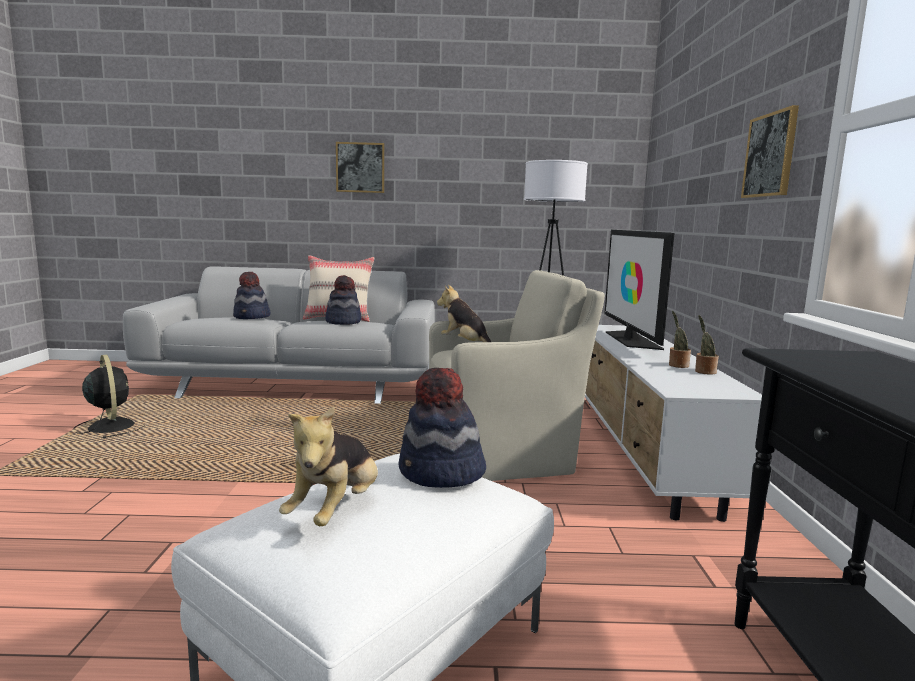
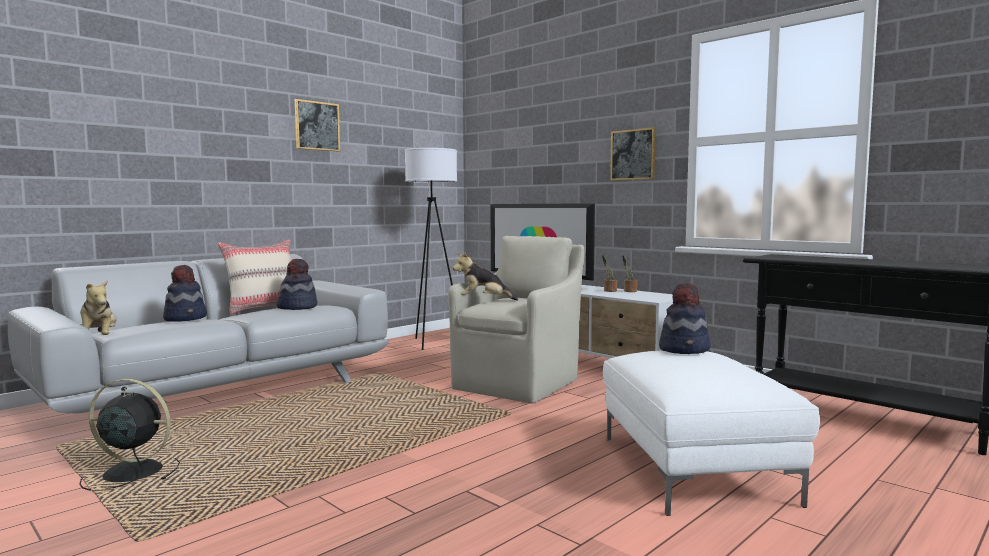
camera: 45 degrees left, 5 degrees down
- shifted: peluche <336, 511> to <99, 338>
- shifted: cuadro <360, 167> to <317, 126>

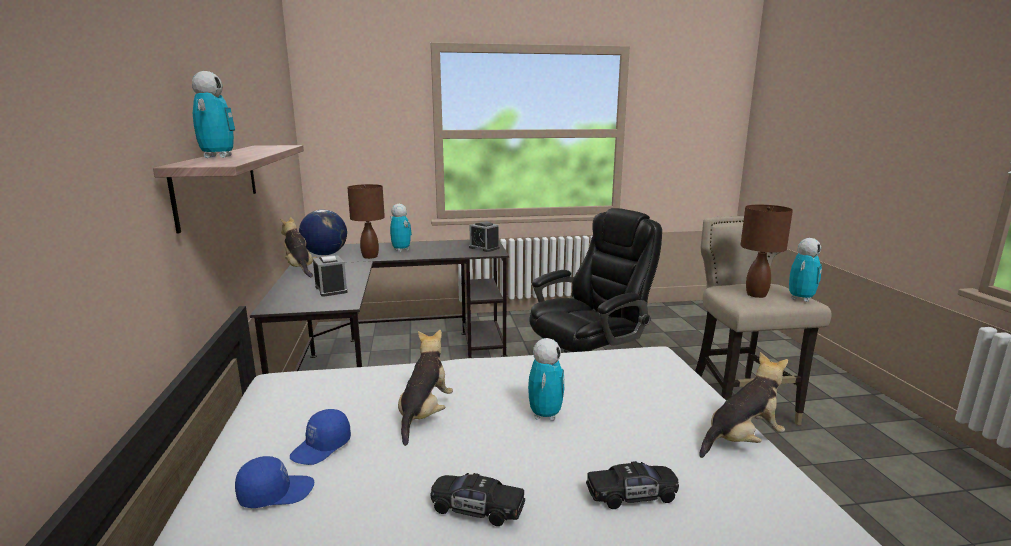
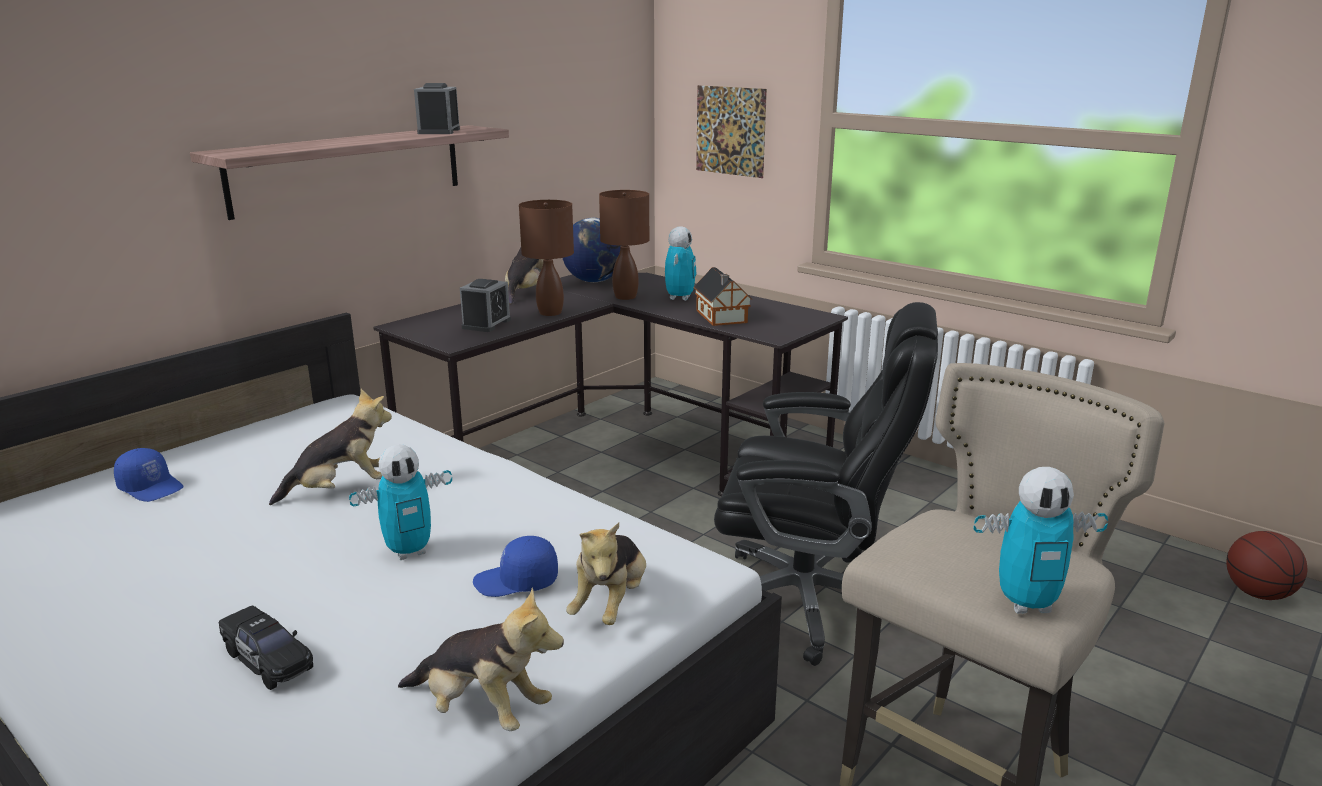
camera: 50 degrees right, 5 degrees up
- gone: robot de juguete <218, 157>
- shifted: gorra/azul <322, 447> to <516, 582>
- gone: coche de juguete/negro <476, 509>
- shifted: despertador <484, 248> to <439, 131>
- shifted: lámpara de mesa/marrón <755, 294> to <550, 312>
- new: peluche <610, 604>
- new: casita <721, 317>
- new: cuadro <730, 131>
- new: balón de baloncesto <1258, 594>

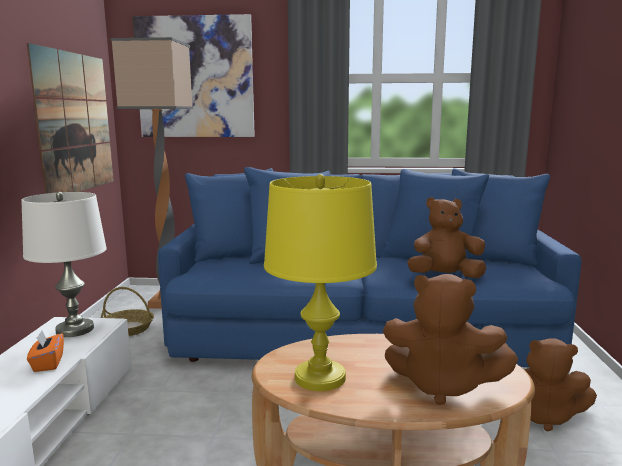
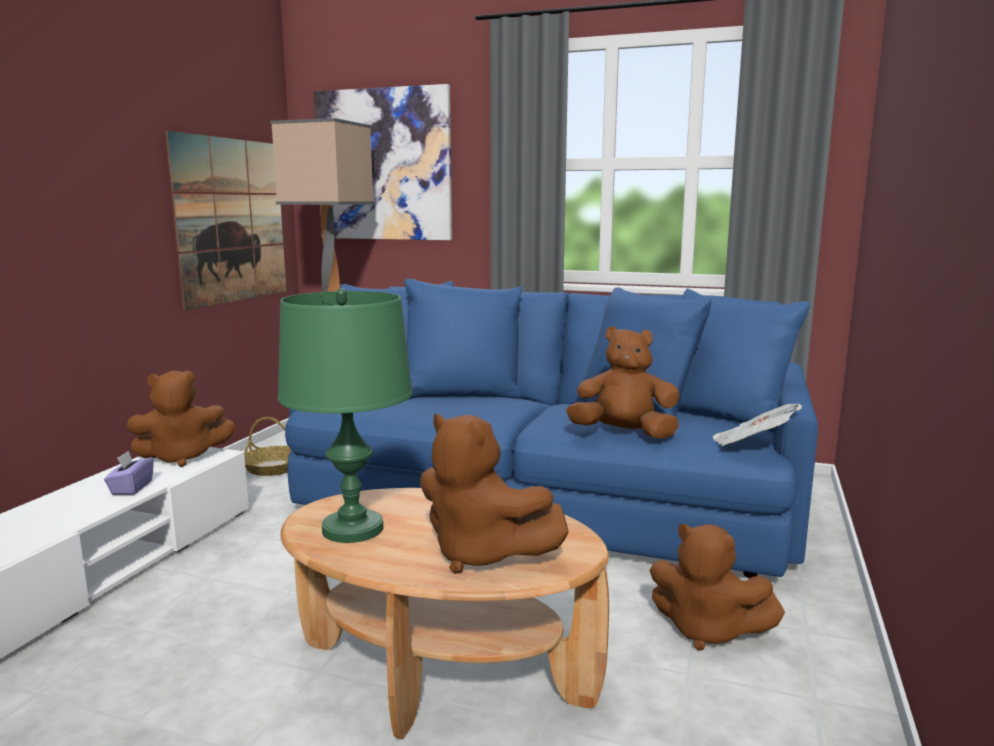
camera: 15 degrees right, 0 degrees up
- swapped: lámpara de mesa/blanco <75, 330> to peluche/marrón <182, 457>
- repainted: caja de pañuelos/naranja <47, 363> to caja de pañuelos/morado <131, 488>
- repainted: lámpara de mesa/amarillo <320, 378> to lámpara de mesa/verde <352, 529>
- new: periódico <752, 445>

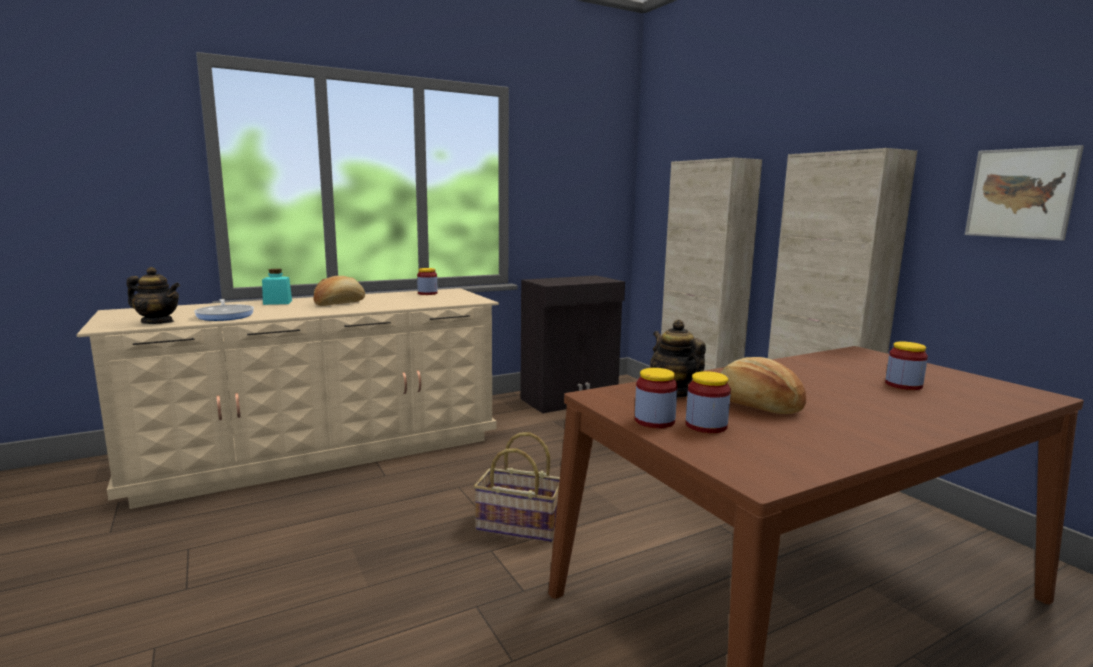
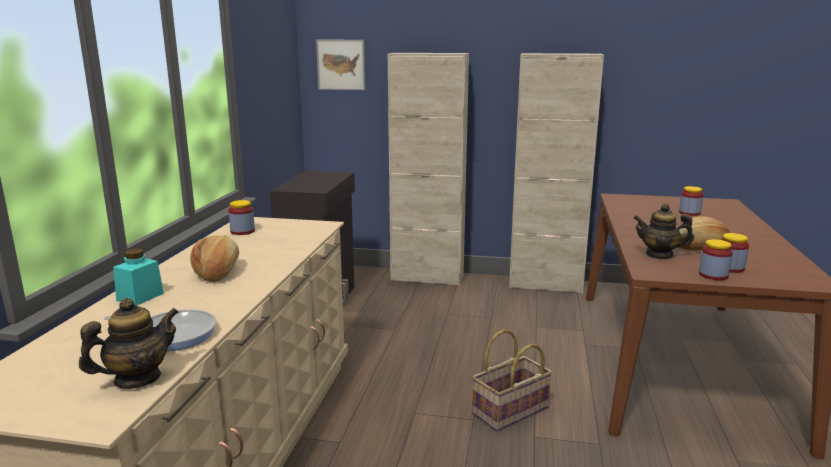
camera: 50 degrees left, 5 degrees up
- shifted: cuadro <1020, 193> to <341, 64>

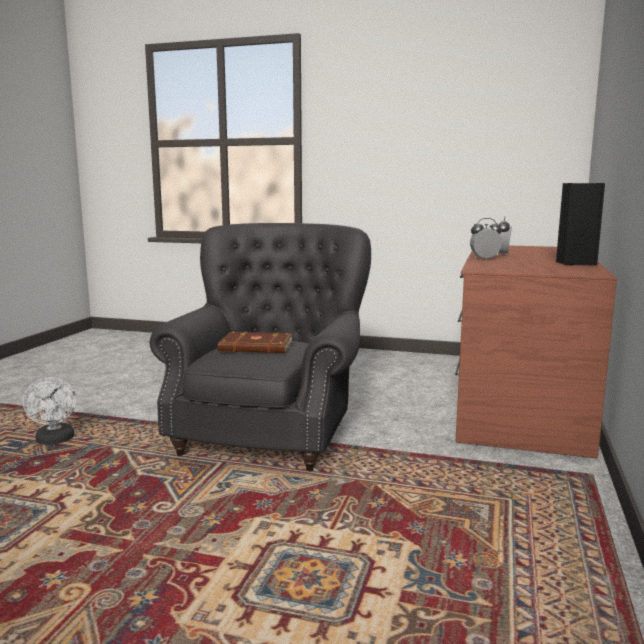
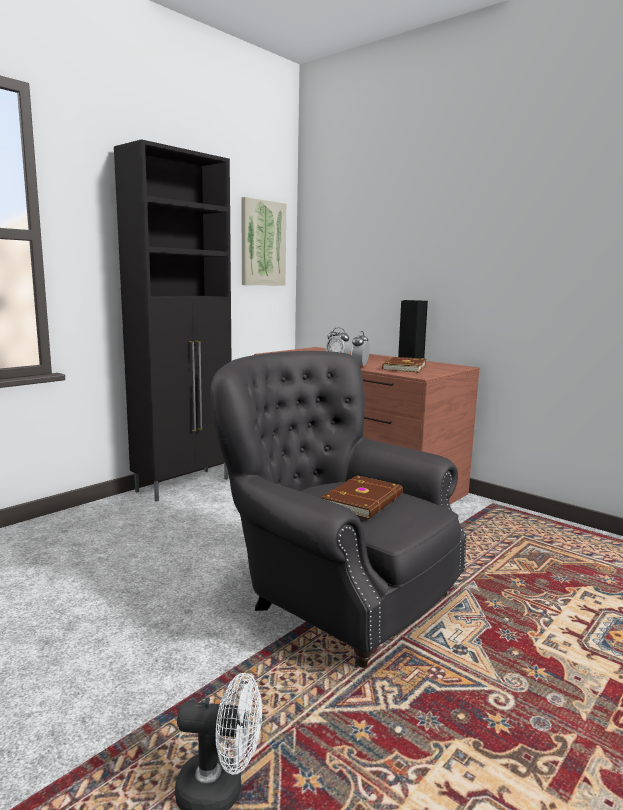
camera: 65 degrees left, 0 degrees up
- new: armario/negro <185, 485>
- new: cuadro <262, 243>
- new: libro/marrón <403, 367>

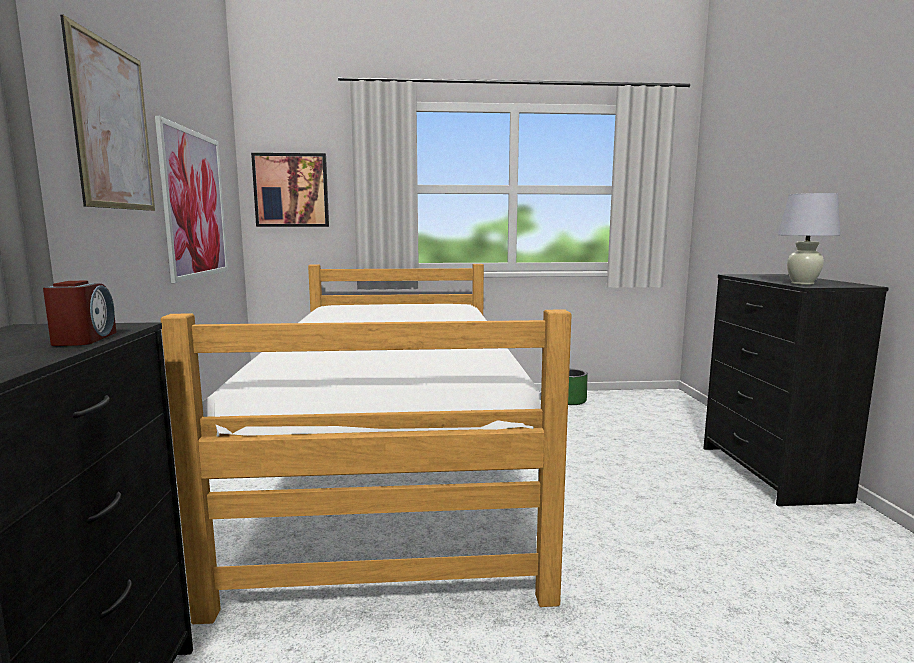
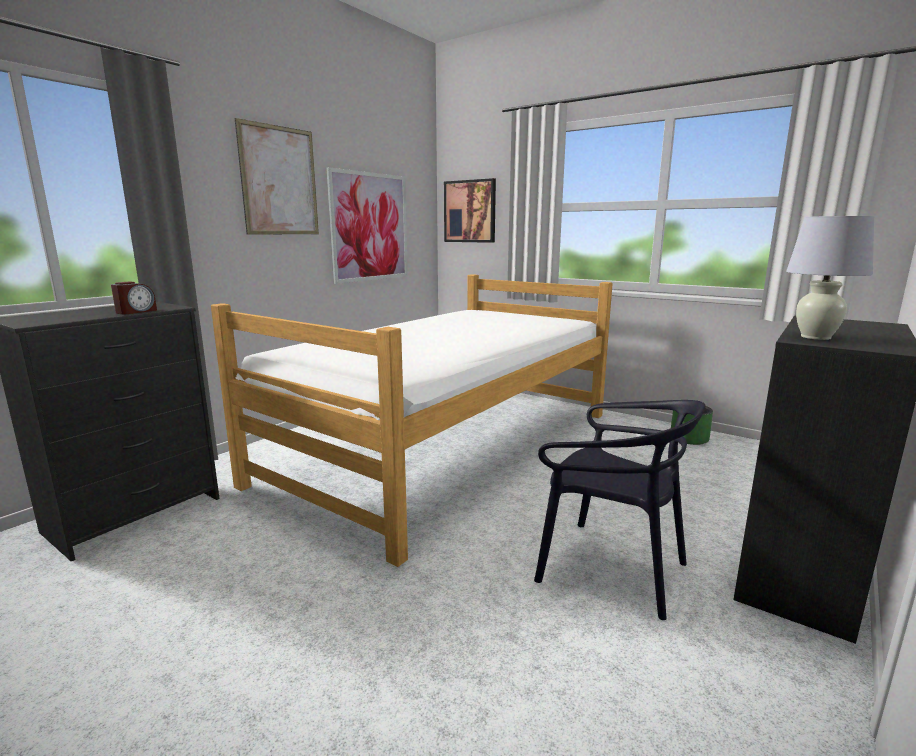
camera: 40 degrees right, 5 degrees up
- new: silla/negro <611, 568>

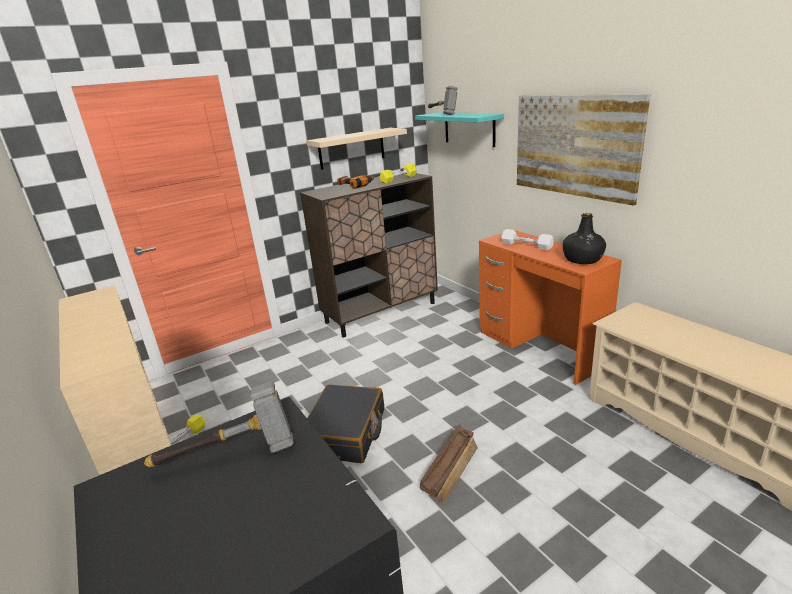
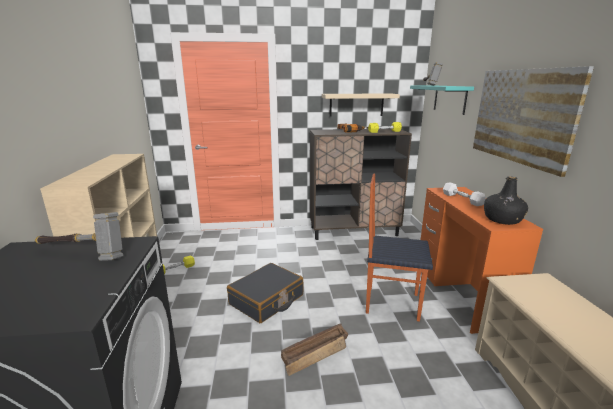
camera: 25 degrees right, 5 degrees down
- new: silla <391, 303>

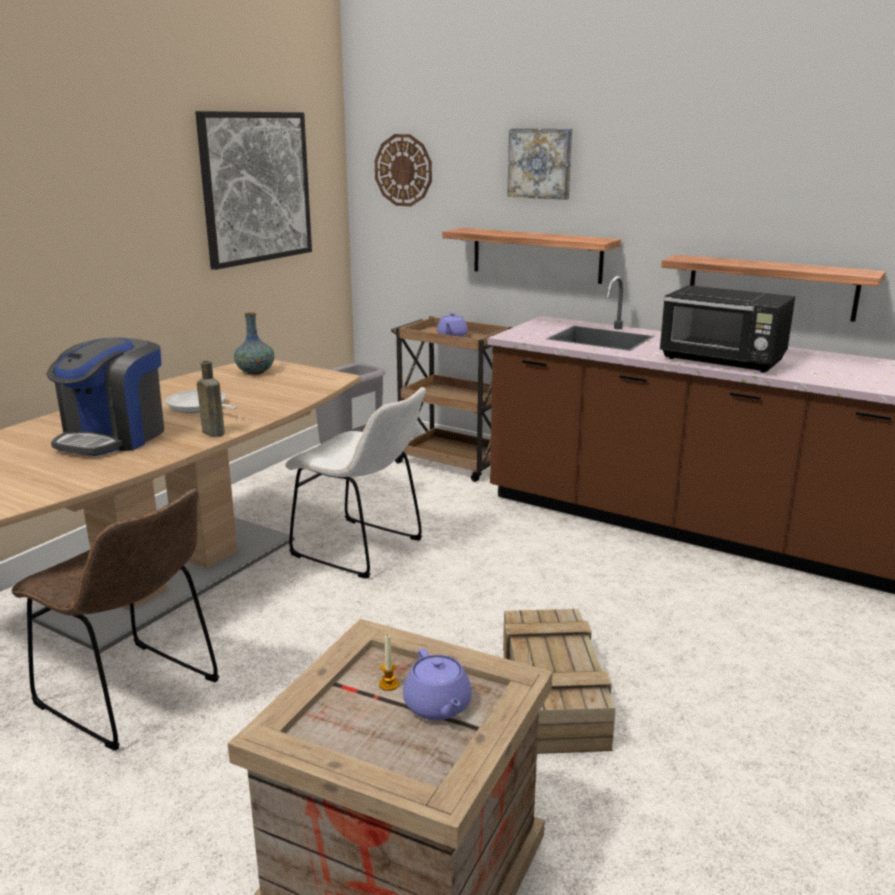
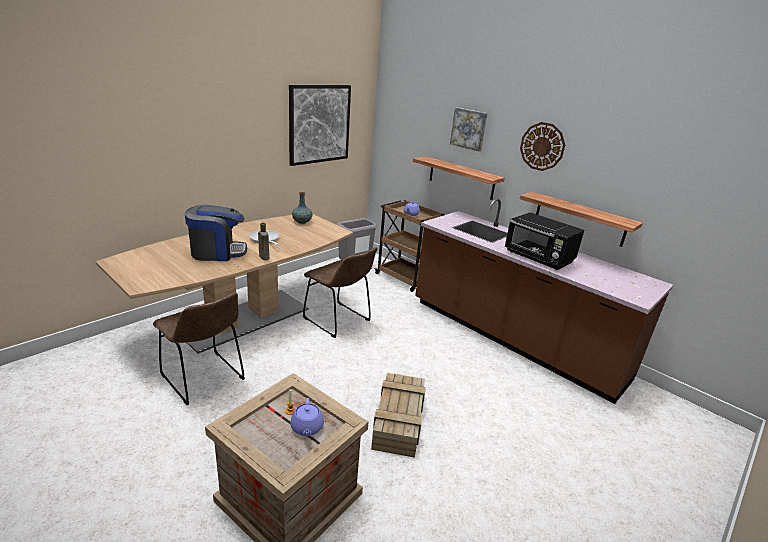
camera: 10 degrees right, 5 degrees up
- rotated: cafetera <114, 437> = <217, 252> 135 degrees counterclockwise
- repainted: silla/blanco <363, 549> to silla/marrón <339, 321>
- shifted: reloj de pared <403, 170> to <542, 146>

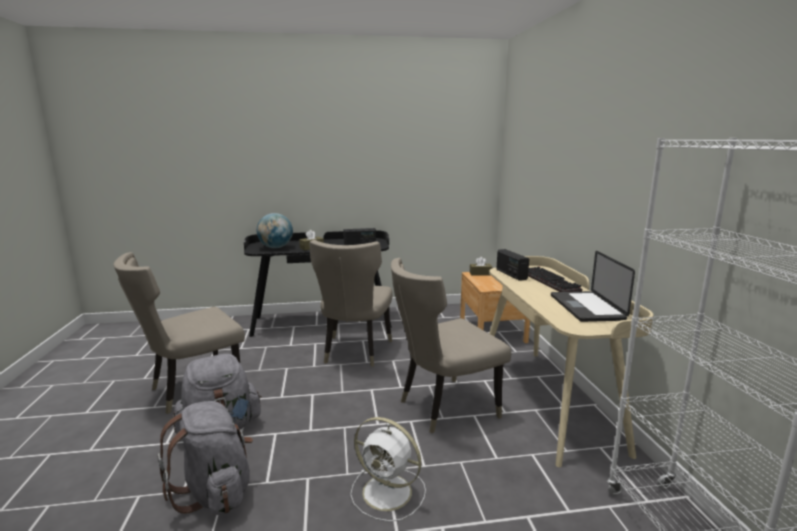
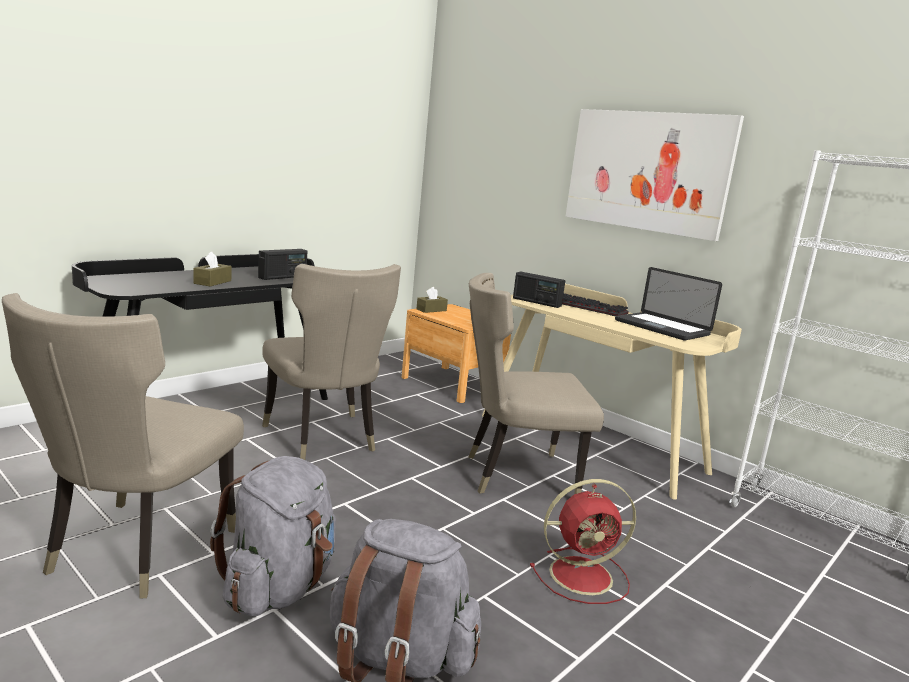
camera: 40 degrees left, 0 degrees up
- gone: globo terráqueo <276, 247>
- repainted: ventilador/blanco <389, 493> to ventilador/rojo <583, 575>
- rotated: silla/beis <443, 407> = <515, 475> 60 degrees clockwise
- new: cuadro <647, 171>

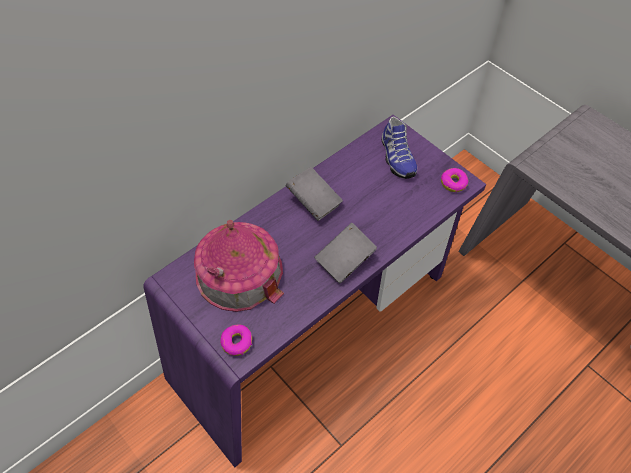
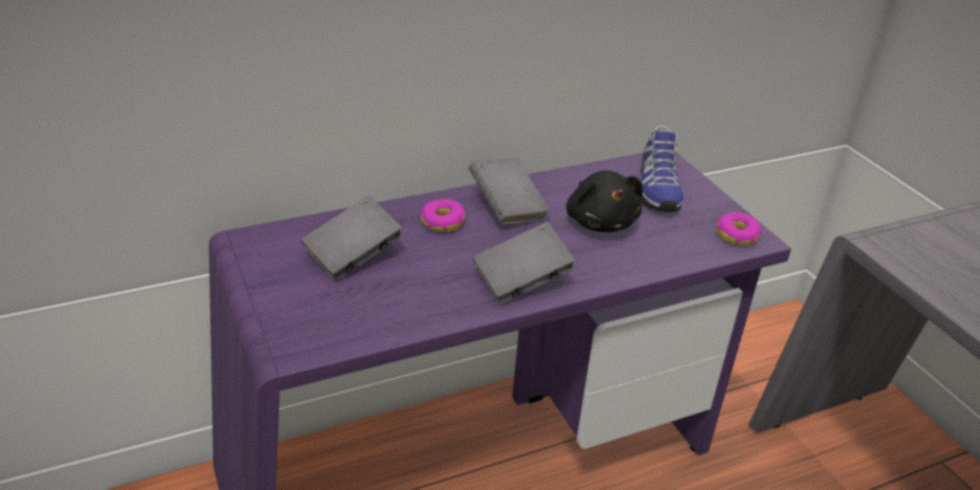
camera: 15 degrees right, 20 degrees down
- swapped: casita <239, 272> to libro/gris <353, 256>
- shifted: rosquilla <236, 342> to <442, 222>
- new: peluche/negro <600, 221>

